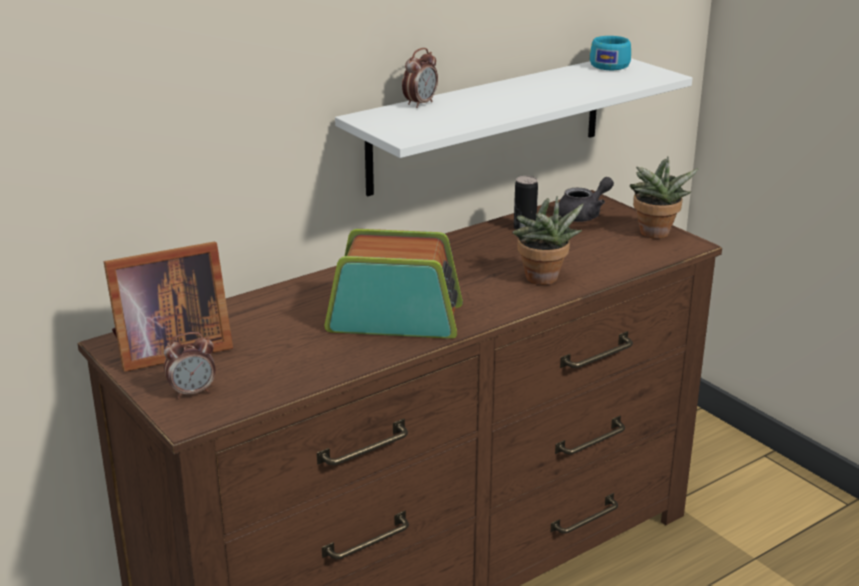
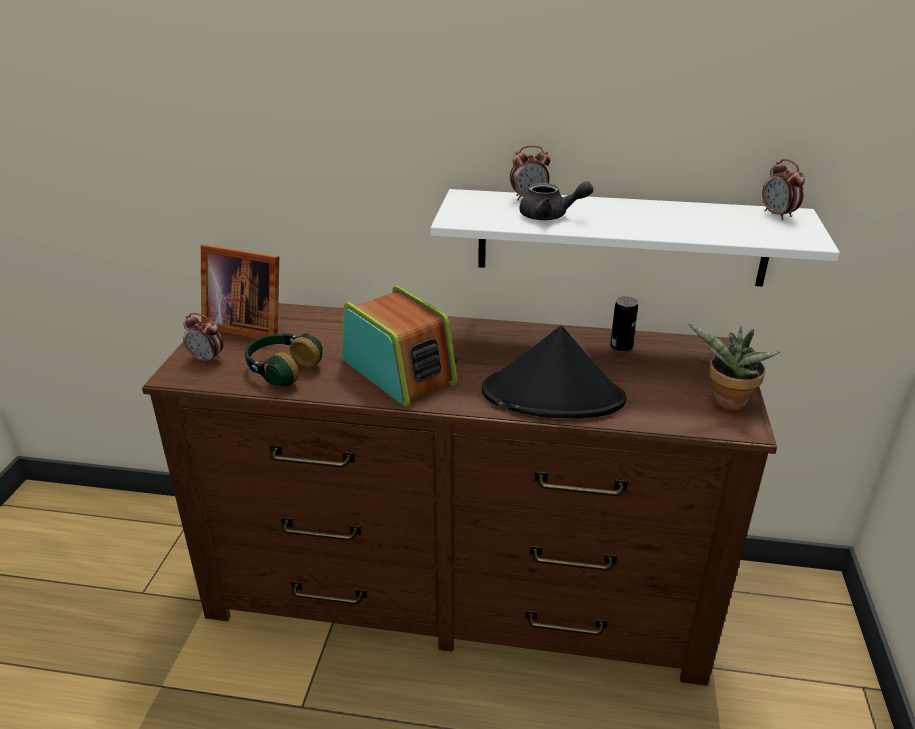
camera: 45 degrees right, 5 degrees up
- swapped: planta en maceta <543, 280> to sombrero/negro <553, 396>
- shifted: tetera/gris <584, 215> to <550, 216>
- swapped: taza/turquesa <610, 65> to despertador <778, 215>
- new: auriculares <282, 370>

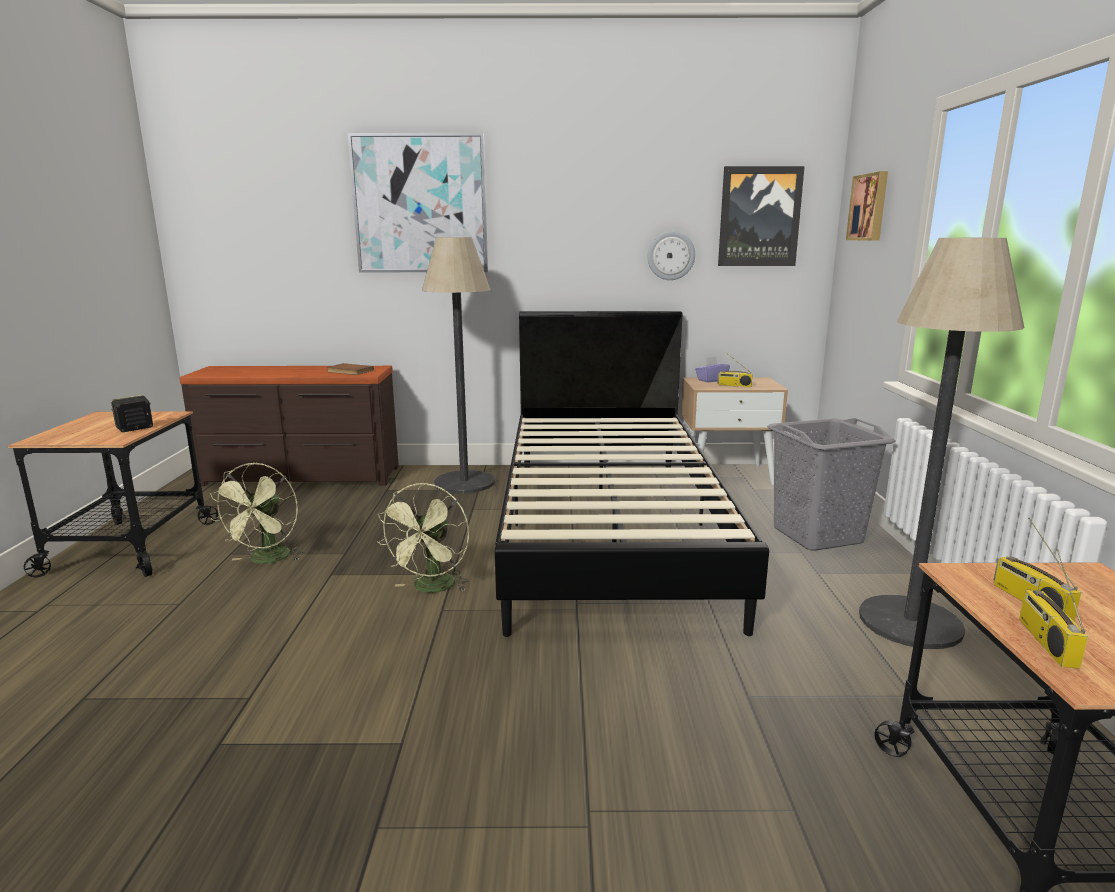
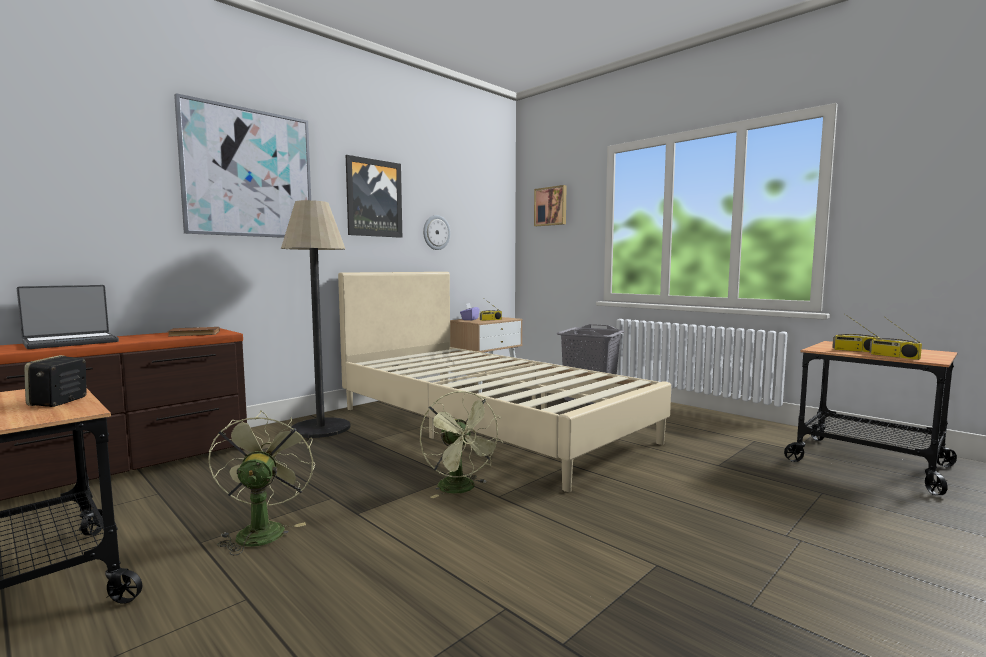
camera: 45 degrees left, 10 degrees down
- rotated: ventilador/verde <267, 560> = <262, 530> 150 degrees counterclockwise
- repainted: cama/negro <609, 528> to cama/beis <487, 424>
- shifted: cuadro <759, 217> to <374, 198>
- gone: lámpara de pie <910, 622>
- new: portátil <71, 342>

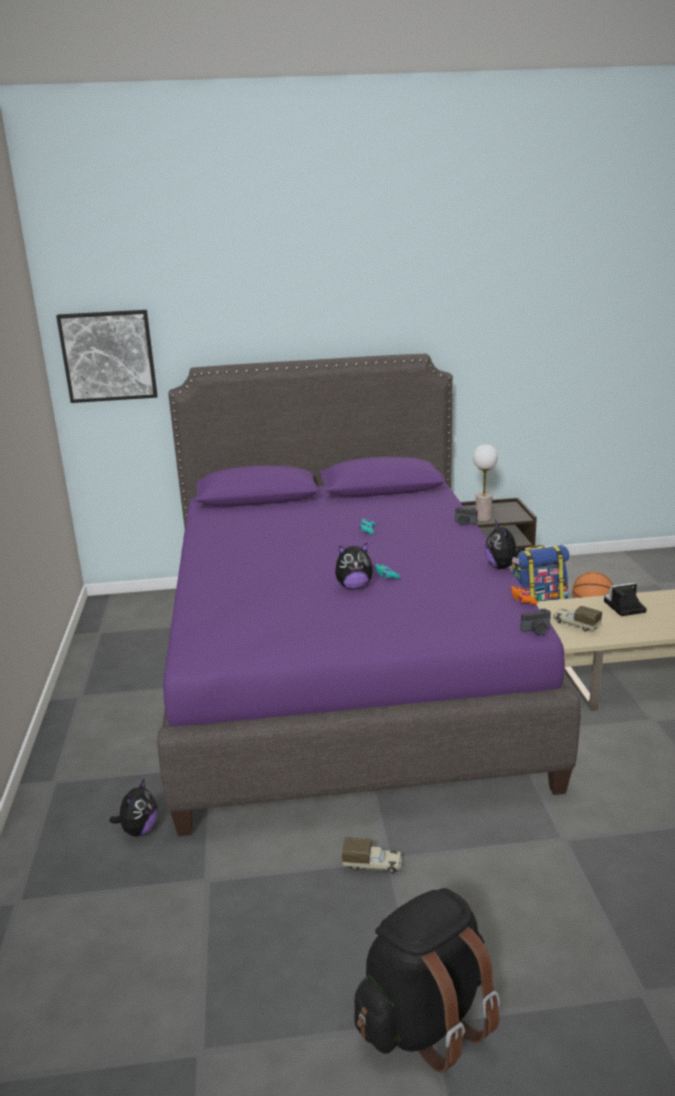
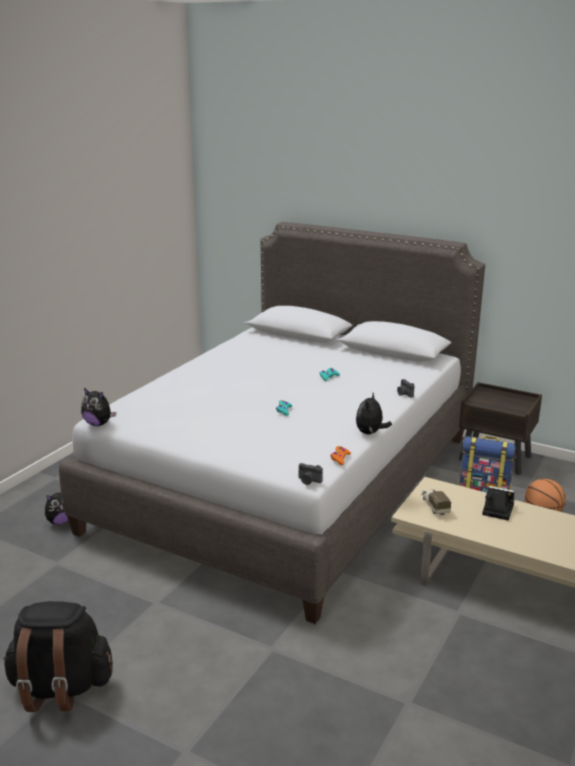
camera: 35 degrees right, 0 degrees up
- gone: cuadro <108, 356>
- repainted: cama/morado <341, 669> to cama/gris <287, 481>
- shifted: peluche <354, 586> to <98, 424>
- gone: camión de juguete <373, 865>
- gone: lámpara de mesa <483, 518>

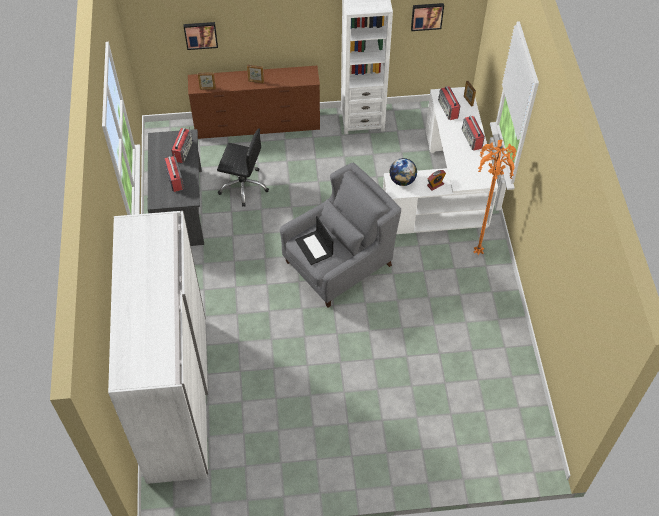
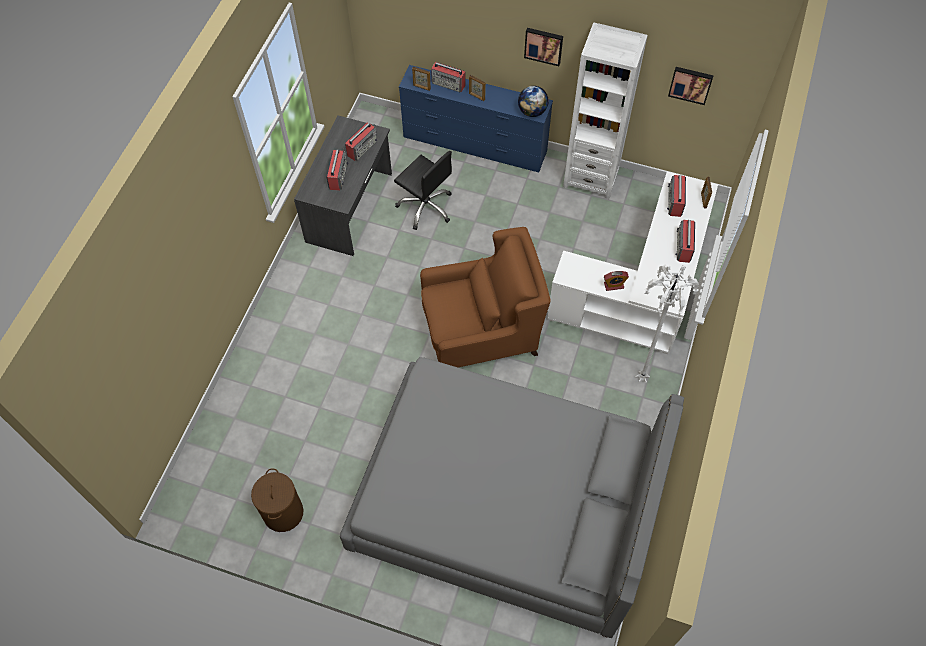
camera: 25 degrees right, 5 degrees up
- gone: armario ropero/blanco <176, 397>
- shifted: cuadro <200, 34> to <543, 45>
- repainted: cómoda/marrón <257, 125> to cómoda/azul <475, 145>
- repainted: sillón/gris <338, 264> to sillón/marrón <481, 331>
- gone: portátil <314, 248>
- shifted: globo terráqueo <402, 181> to <532, 111>
- repainted: lámpara de pie/naranja <477, 253> to lámpara de pie/blanco <640, 378>
- new: cesto de la ropa/marrón <283, 512>
- new: cama/gris <505, 504>
- new: radio <449, 84>

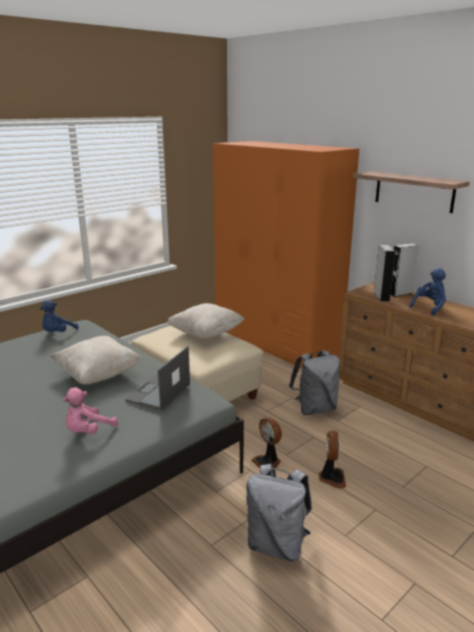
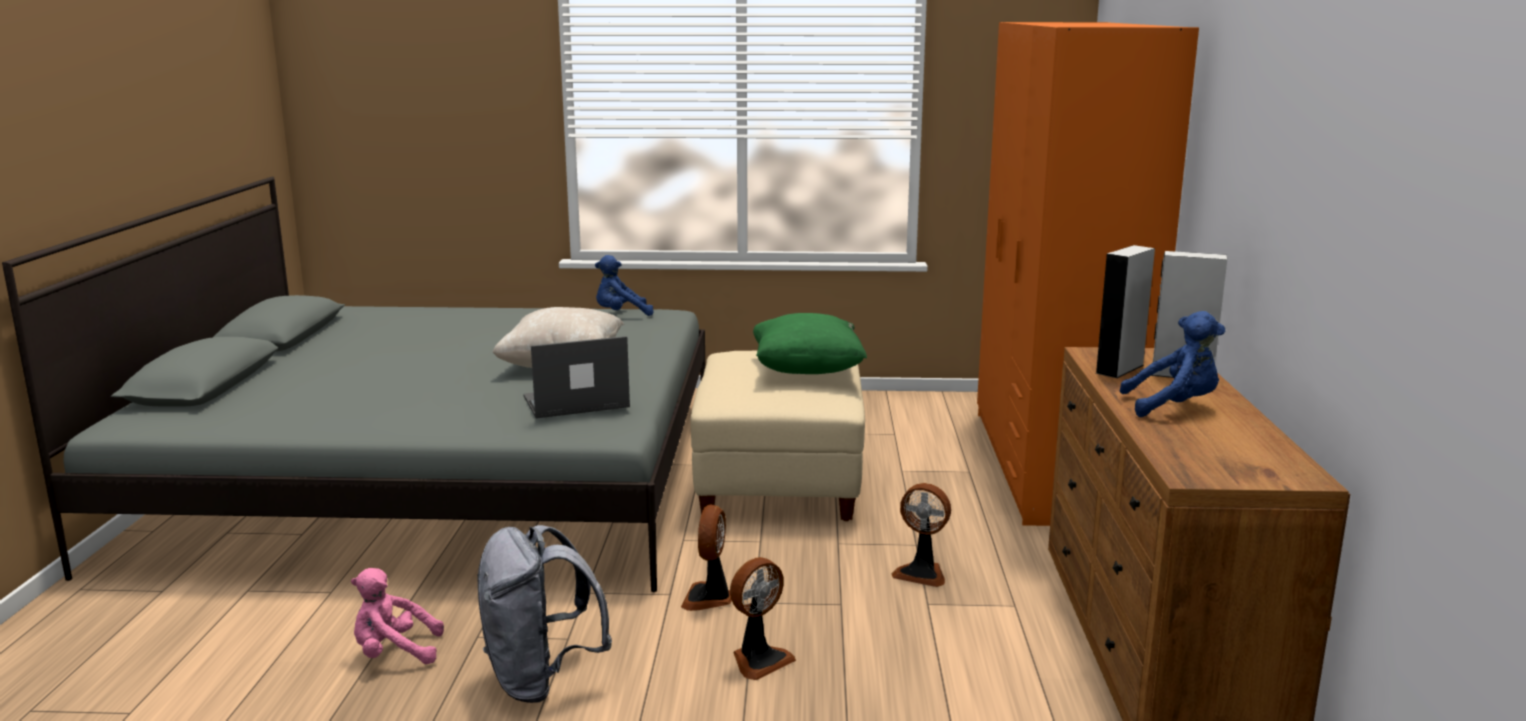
camera: 45 degrees right, 5 degrees down
- shifted: peluche/rosa <88, 431> to <394, 653>
- repainted: cojín/beis <206, 334> to cojín/verde <807, 371>
- swapped: mochila/gris <315, 408> to ventilador <922, 573>
- gone: estante <414, 191>

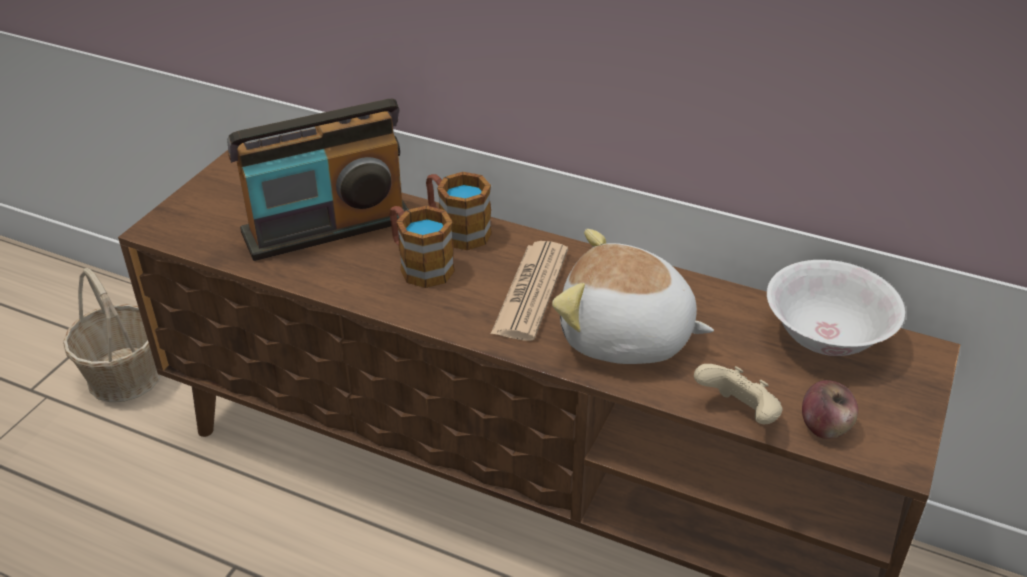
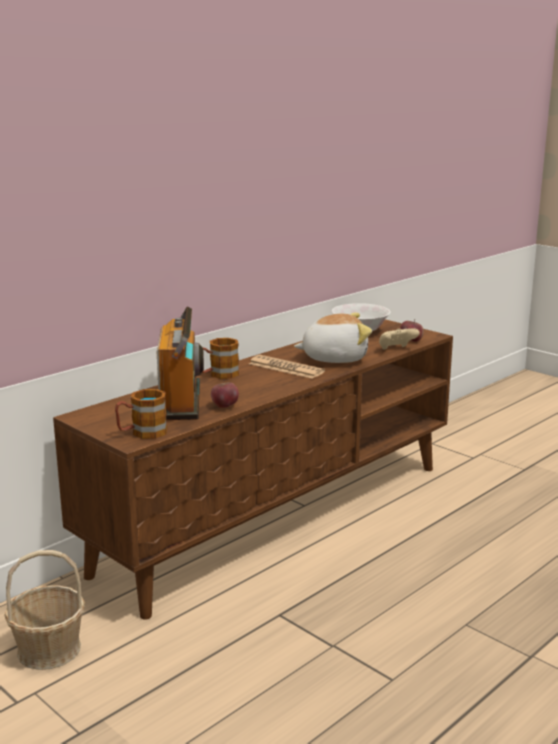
camera: 70 degrees left, 20 degrees down
- shifted: taza grande <419, 265> to <142, 433>
- rotated: peluche <625, 337> = <334, 358> 135 degrees counterclockwise
- new: manzana <224, 406>

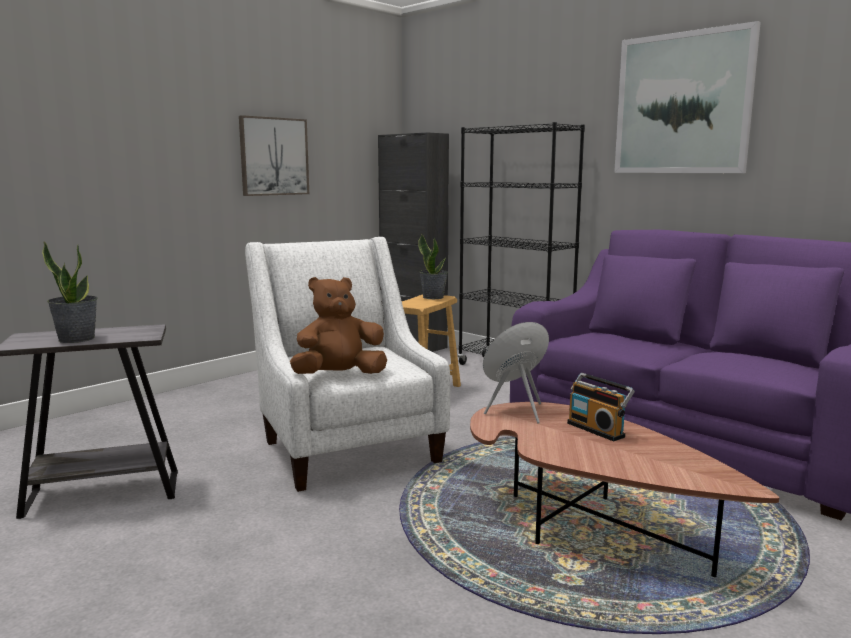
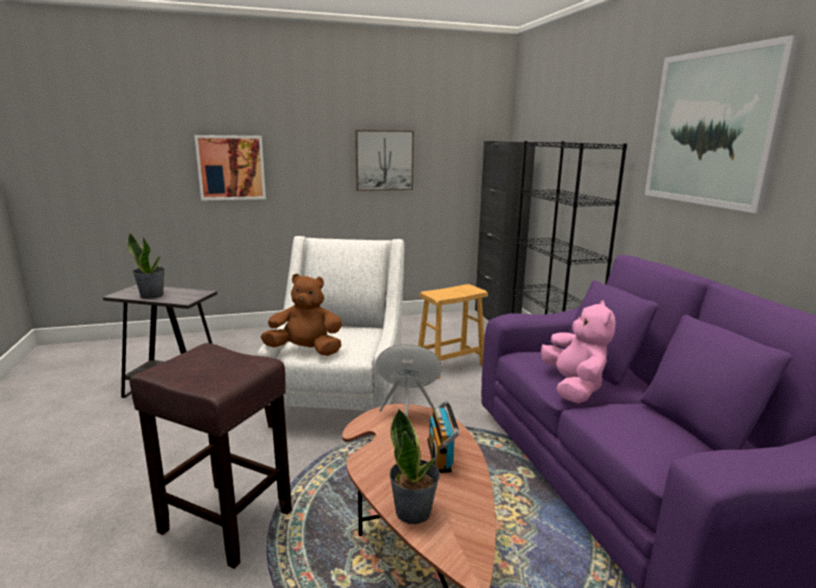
camera: 30 degrees right, 5 degrees up
- shifted: planta en maceta <433, 297> to <414, 511>
- new: taburete/marrón <224, 521>
- new: cuadro <231, 167>
- new: peluche/rosa <573, 387>

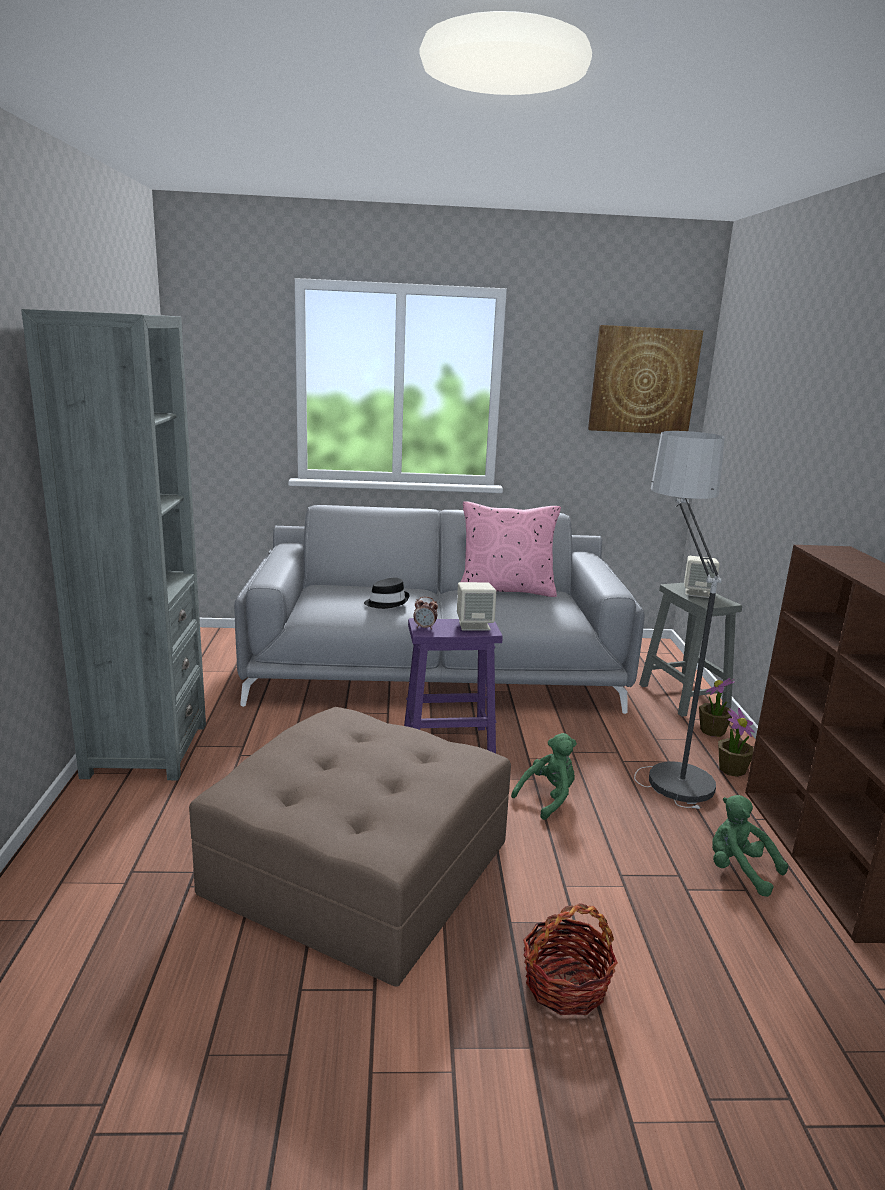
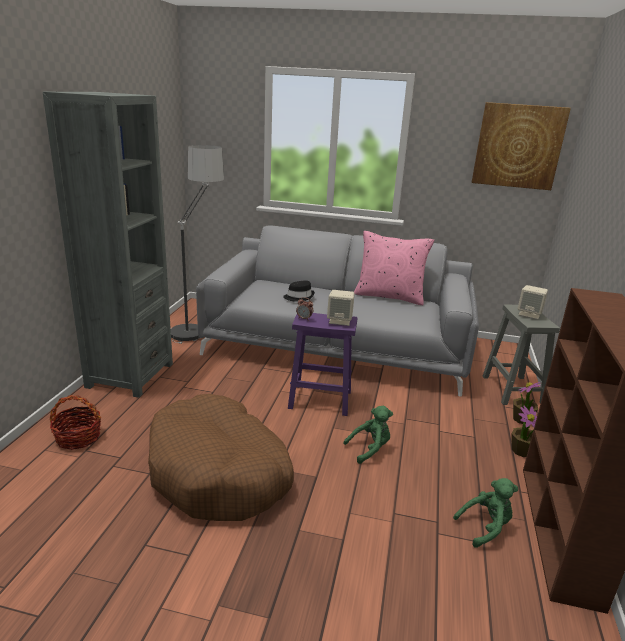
camera: 15 degrees right, 5 degrees up
- swapped: puf/marrón <357, 866> to cama para perro/marrón <219, 472>
- shifted: cesta <565, 985> to <78, 438>
- shifted: lámpara de pie <662, 759> to <197, 324>
- rotated: peluche/verde <739, 870> = <485, 527> 105 degrees clockwise

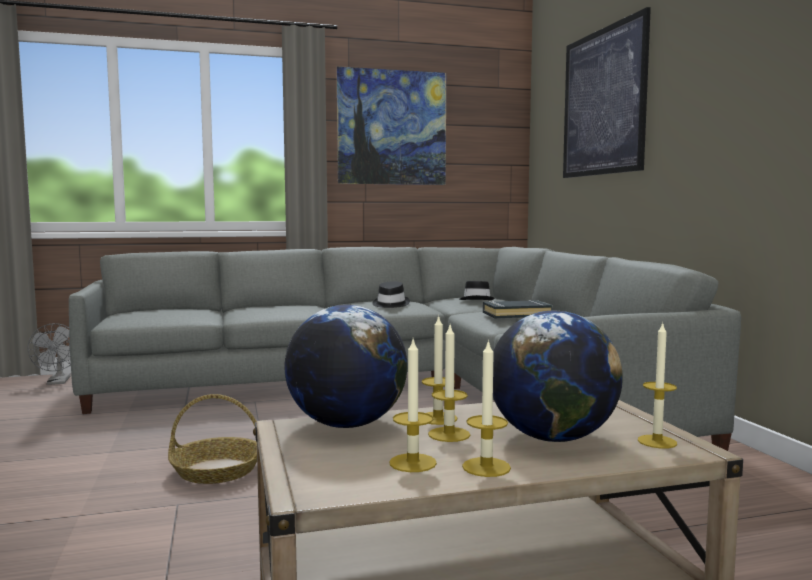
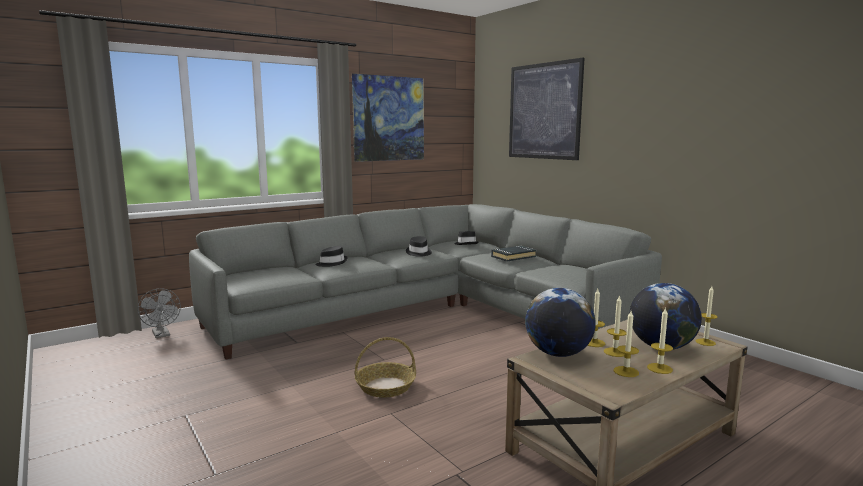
camera: 20 degrees left, 5 degrees up
- new: sombrero/negro <331, 263>

